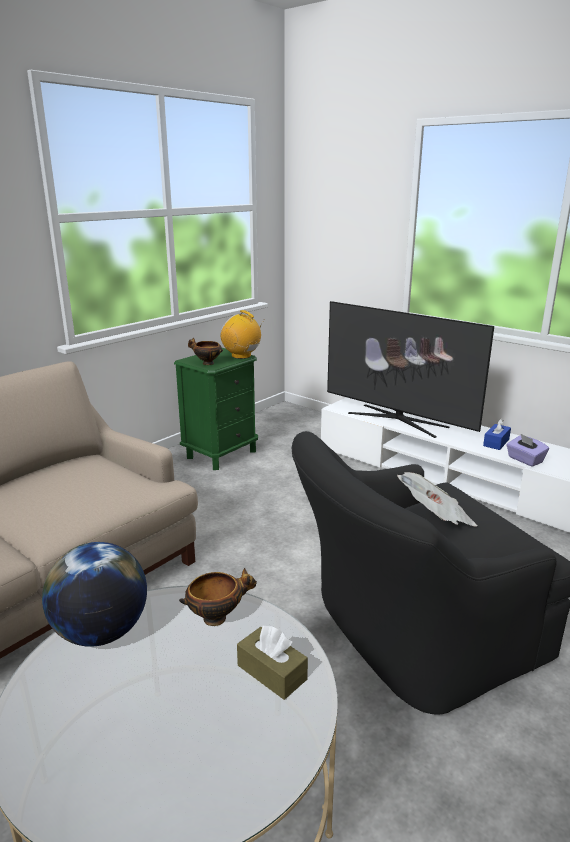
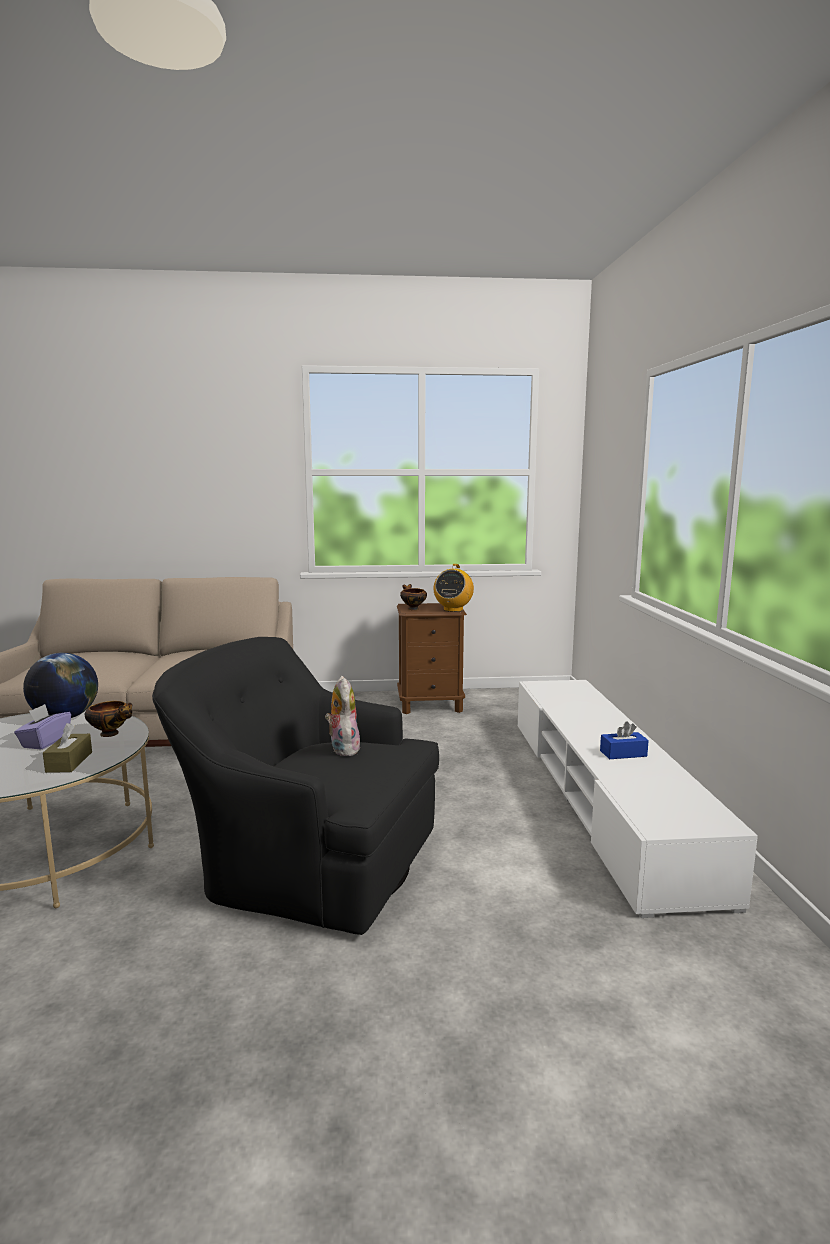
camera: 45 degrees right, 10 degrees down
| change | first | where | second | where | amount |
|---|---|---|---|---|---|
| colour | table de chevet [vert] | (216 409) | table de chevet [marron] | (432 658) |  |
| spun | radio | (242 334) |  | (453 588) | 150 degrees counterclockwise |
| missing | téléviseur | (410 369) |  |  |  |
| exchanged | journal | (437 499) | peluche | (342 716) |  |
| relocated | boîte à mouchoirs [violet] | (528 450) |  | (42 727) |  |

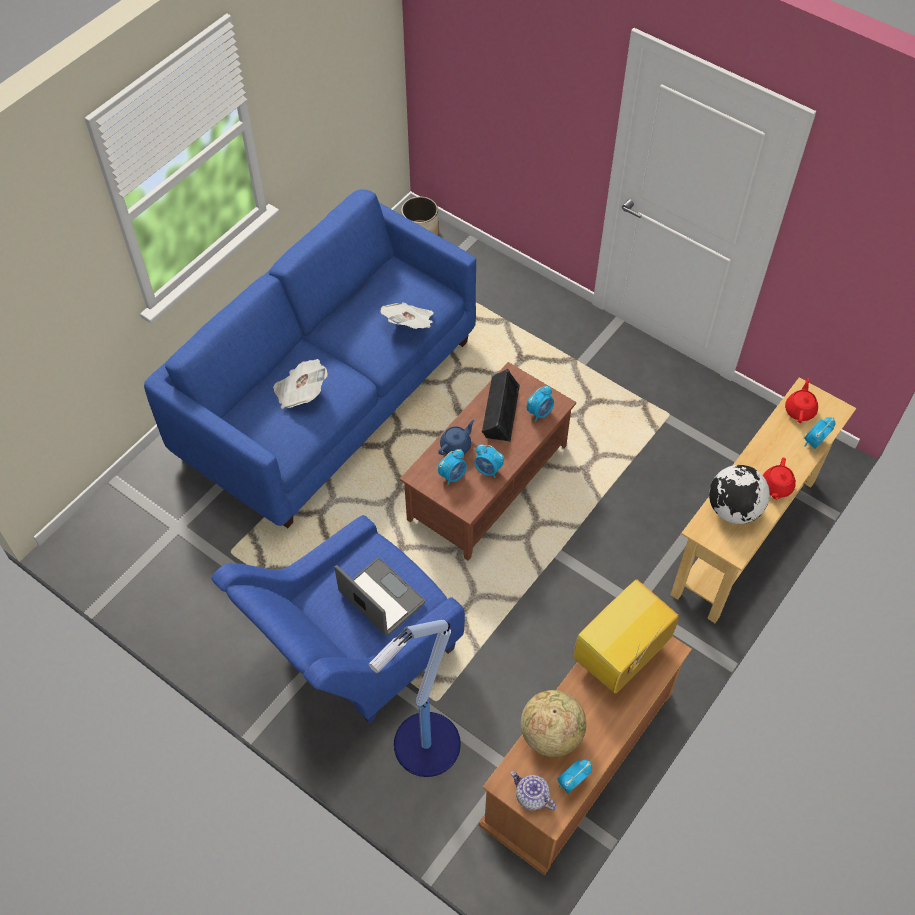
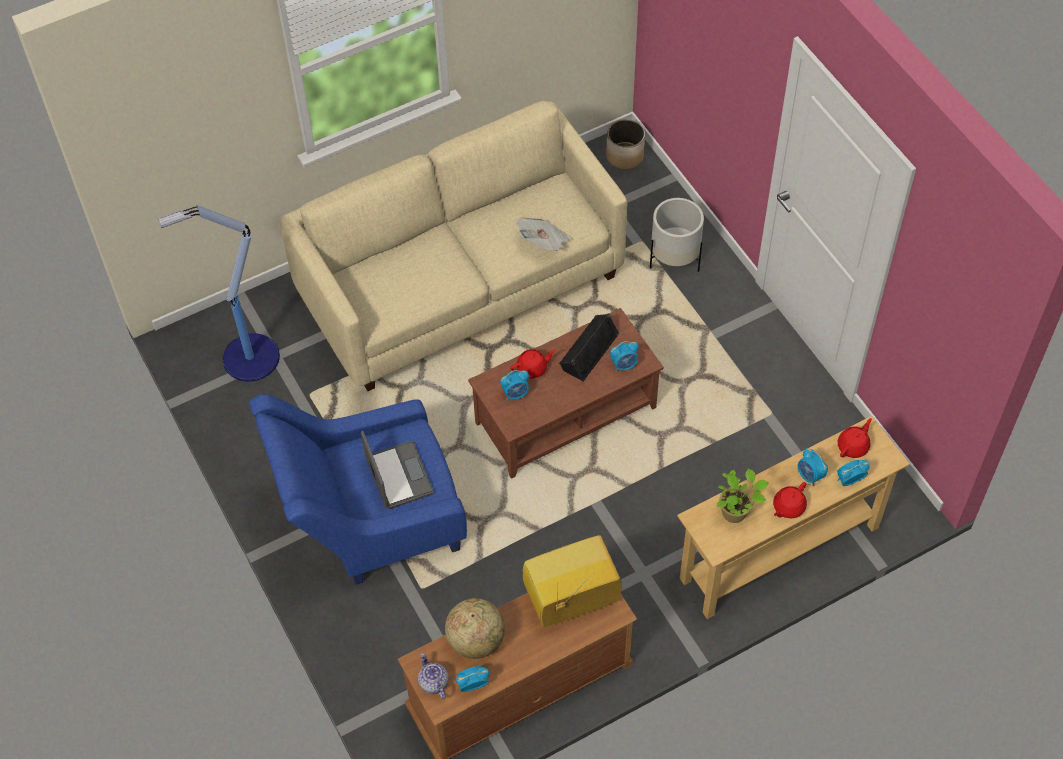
camera: 25 degrees right, 0 degrees up
| change | first | where | second | where | amount |
|---|---|---|---|---|---|
| colour | canapé [bleu] | (310 359) | canapé [beige] | (453 246) |  |
| missing | journal | (300 384) |  |  |  |
| relocated | lampadaire | (415 698) |  | (219 293) |  |
| colour | théière [bleu] | (456 437) | théière [rouge] | (533 363) |  |
| relocated | réveil | (489 461) |  | (813 467) |  |
| exchanged | globe | (739 494) | plante en pot | (743 496) |  |
| appeared |  |  | cache-pot [blanc] | (677 235) |  |

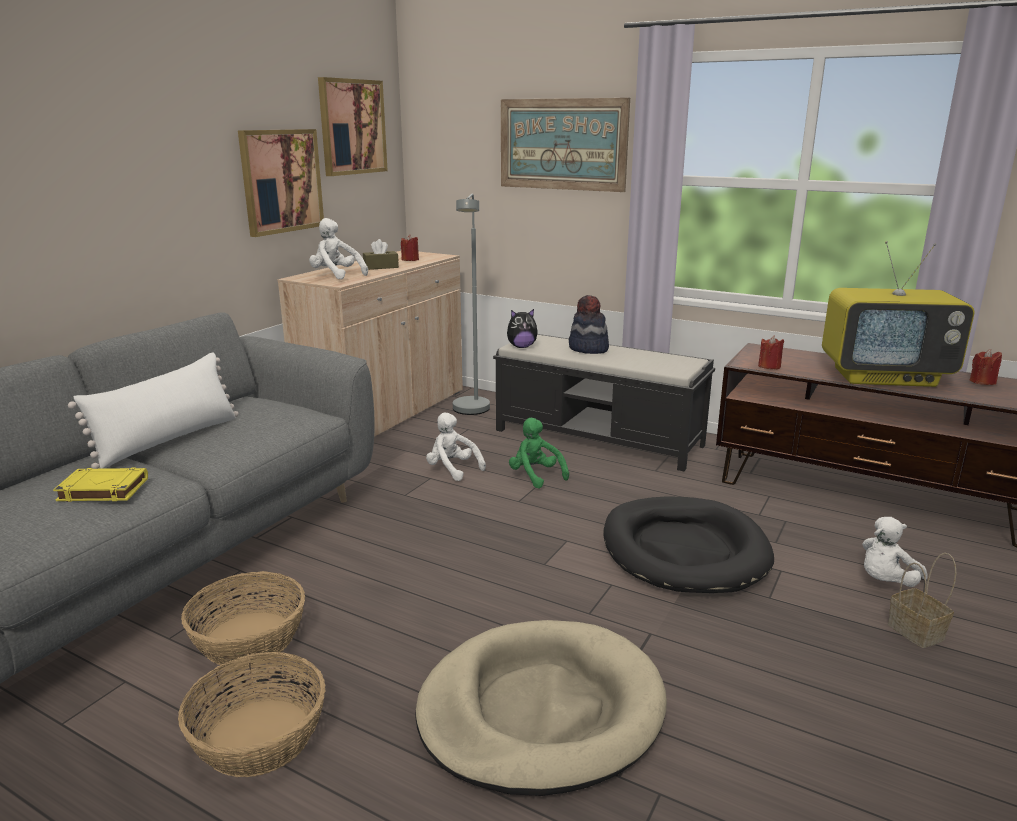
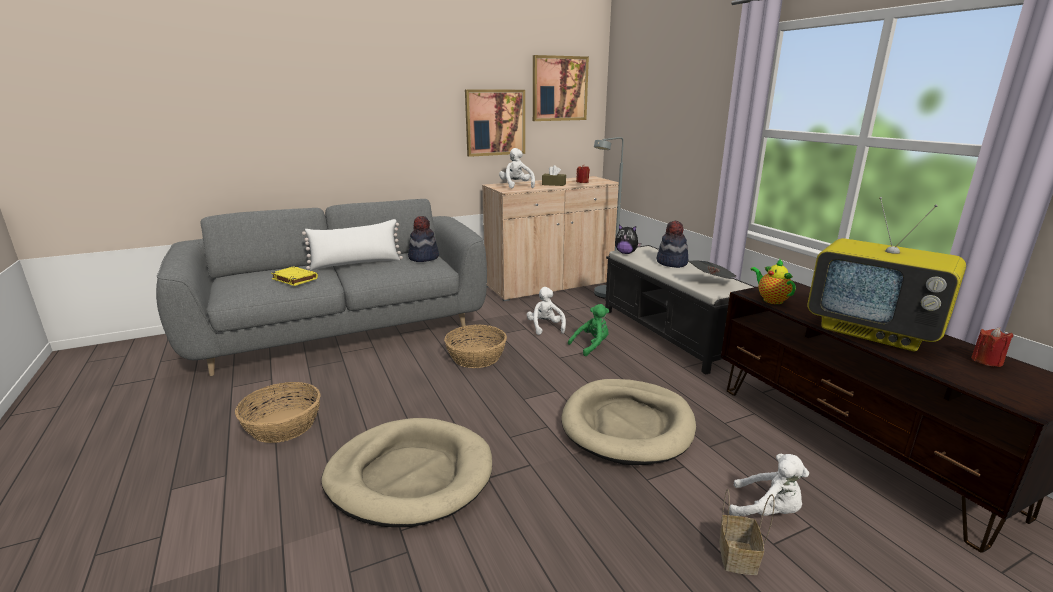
camera: 35 degrees right, 0 degrees up
| change | first | where | second | where | amount |
|---|---|---|---|---|---|
| relocated | panier | (243 619) |  | (475 346) |  |
| missing | tableau | (565 145) |  |  |  |
| spun | peluche [vert] | (539 453) |  | (588 330) | 60 degrees clockwise |
| colour | panier pour chien [noir] | (688 544) | panier pour chien [beige] | (629 422) |  |
| exchanged | bougie [rouge] | (771 352) | théière | (773 281) |  |
| spun | peluche [blanc] | (894 552) |  | (769 485) | 150 degrees counterclockwise |
| appeared |  |  | chapeau | (423 239) |  |
| appeared |  |  | journal | (712 269) |  |

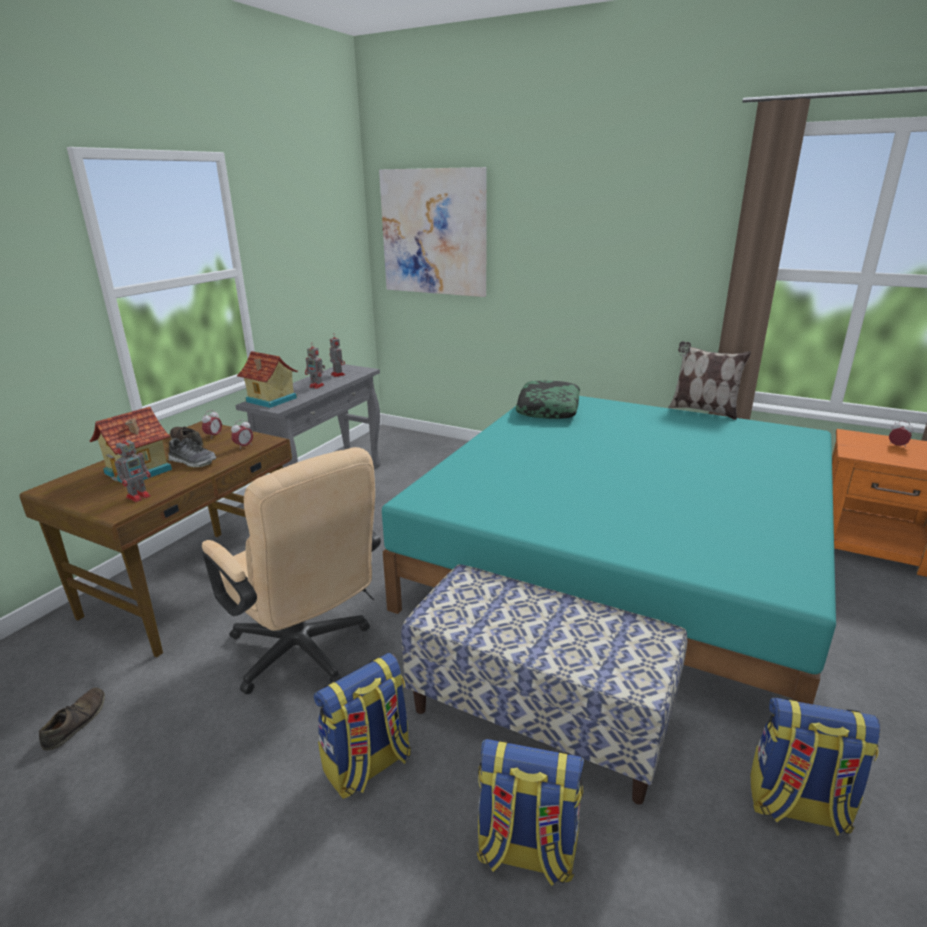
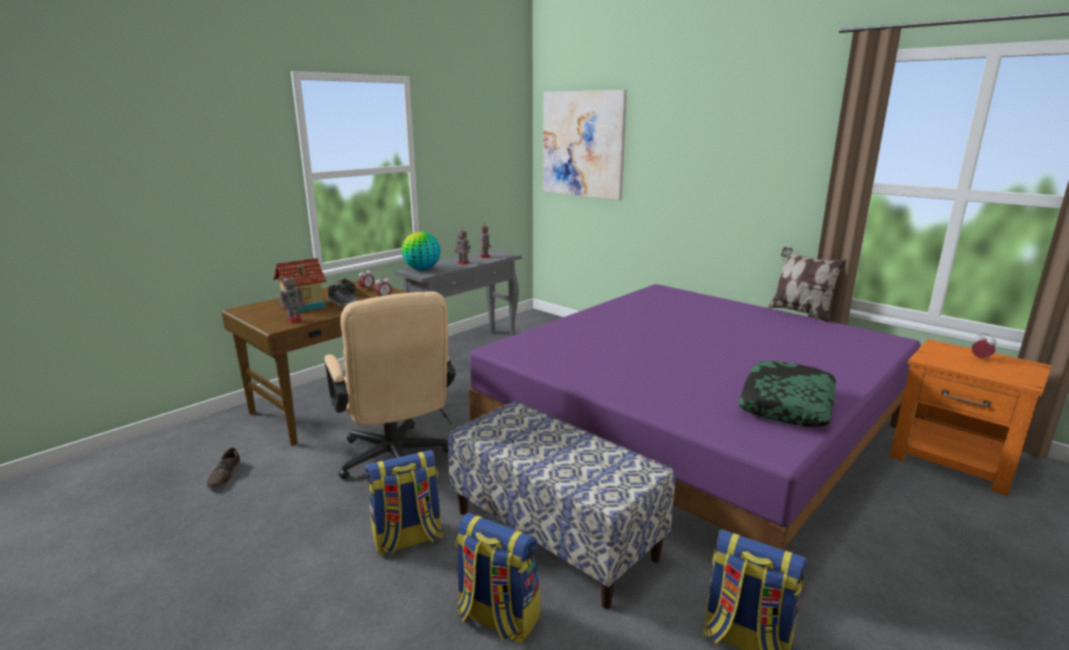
camera: 15 degrees right, 5 degrees down
| change | first | where | second | where | amount |
|---|---|---|---|---|---|
| spun | chaussure [marron] | (72 719) |  | (223 468) | 150 degrees clockwise |
| exchanged | maison miniature | (267 379) | globe | (421 250) |  |
| colour | lit [turquoise] | (609 550) | lit [violet] | (695 417) |  |
| relocated | coussin | (547 399) |  | (787 394) |  |

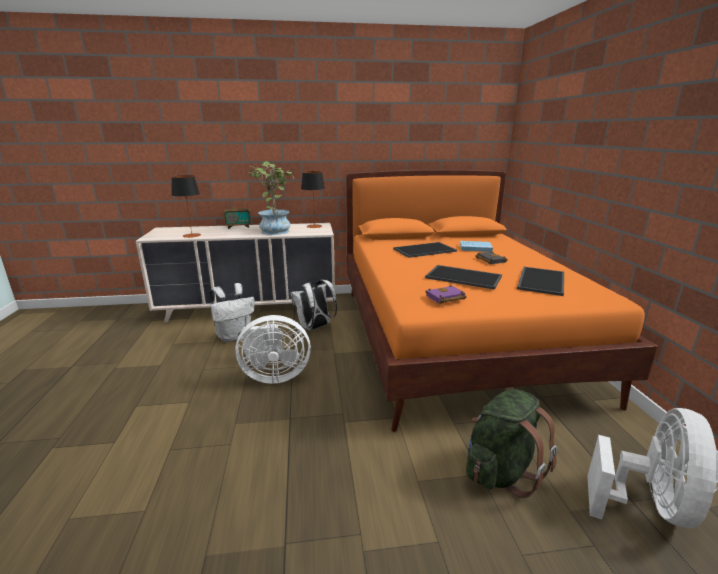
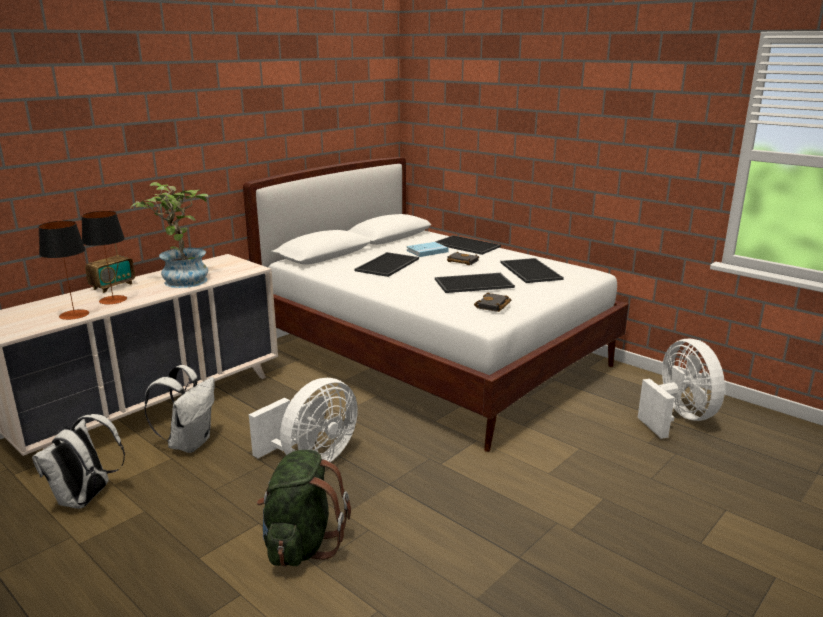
camera: 40 degrees left, 0 degrees up
| change | first | where | second | where | amount |
|---|---|---|---|---|---|
| relocated | sac à dos [blanc] | (313 305) |  | (78 461) |  |
| relocated | lampe de table | (313 199) |  | (104 257) |  |
| colour | lit [orange] | (502 301) | lit [blanc] | (436 304) |  |
| colour | livre [violet] | (445 294) | livre [noir] | (492 302) |  |
| relocated | sac à dos [vert] | (511 443) |  | (304 508) |  |
| appeared |  |  | plateau | (468 245) |  |

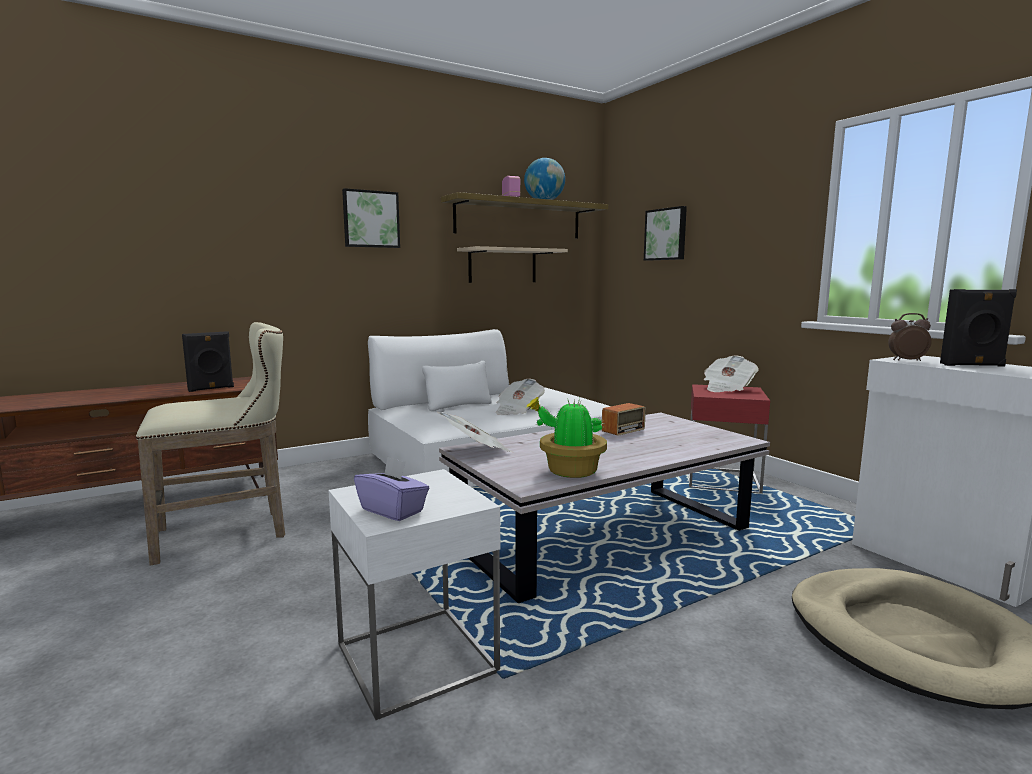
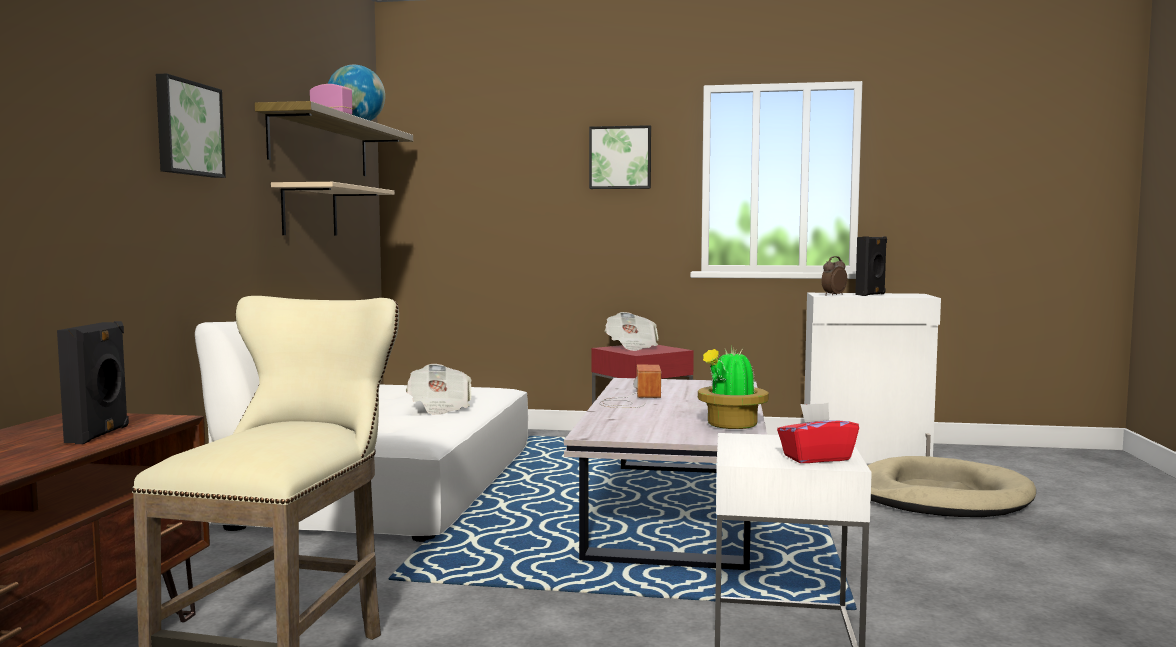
camera: 50 degrees left, 5 degrees down
| change | first | where | second | where | amount |
|---|---|---|---|---|---|
| colour | boîte à mouchoirs [violet] | (391 489) | boîte à mouchoirs [rouge] | (818 433) |  |
| missing | journal | (475 432) |  |  |  |
| relocated | tableau | (665 233) |  | (620 157) |  |

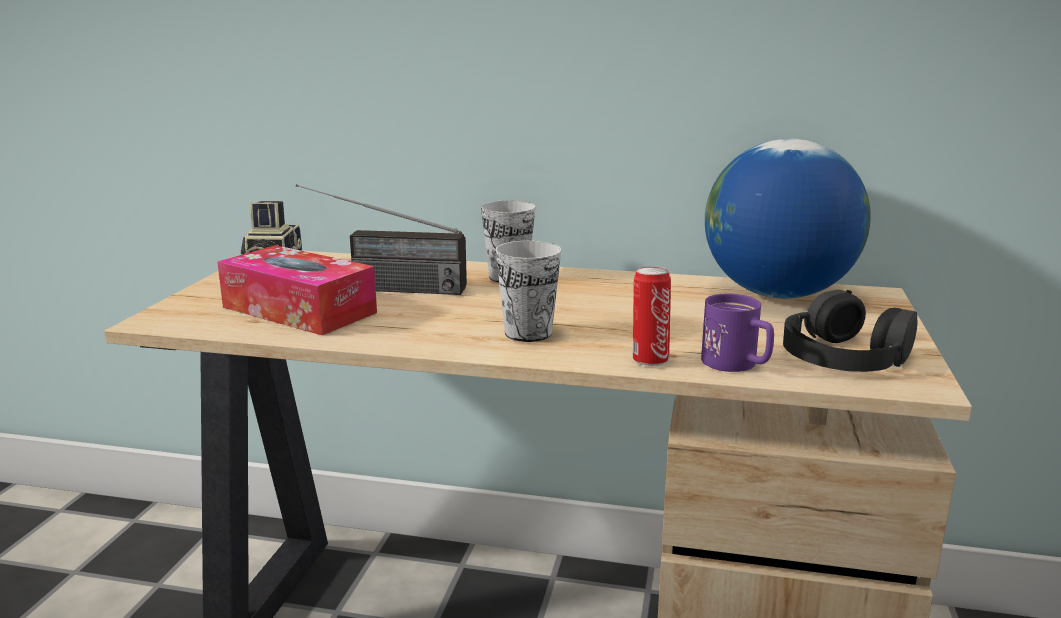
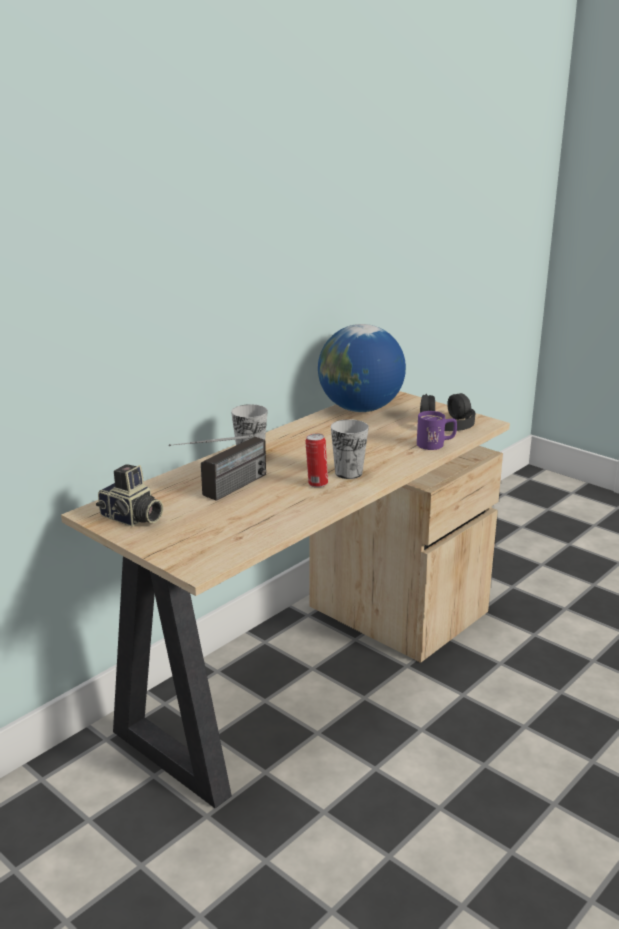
camera: 60 degrees left, 5 degrees up
| change | first | where | second | where | amount |
|---|---|---|---|---|---|
| missing | boîte à mouchoirs | (297 290) |  |  |  |
| relocated | boîte métallique | (652 316) |  | (316 460) |  |

